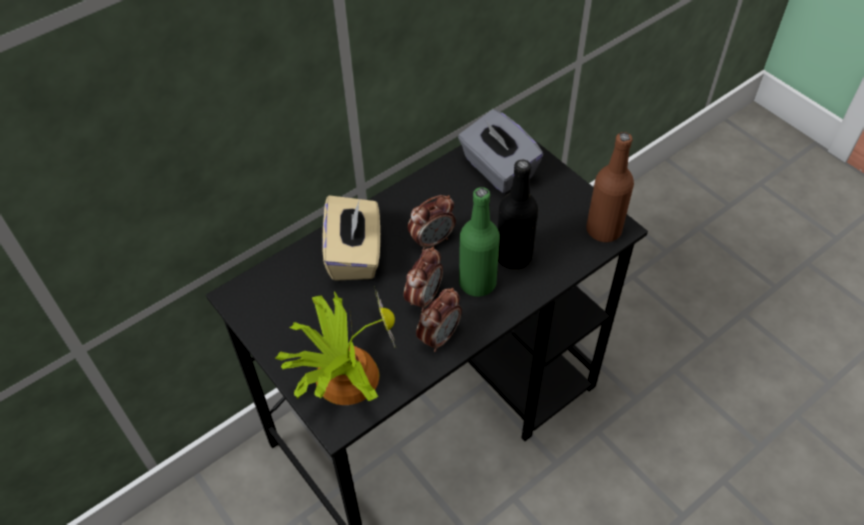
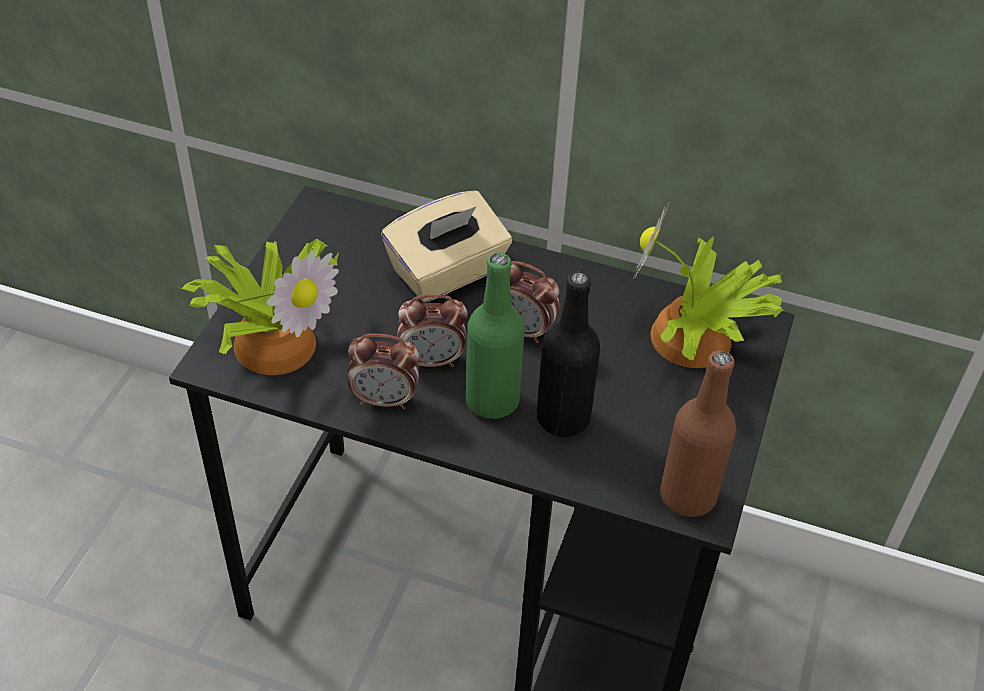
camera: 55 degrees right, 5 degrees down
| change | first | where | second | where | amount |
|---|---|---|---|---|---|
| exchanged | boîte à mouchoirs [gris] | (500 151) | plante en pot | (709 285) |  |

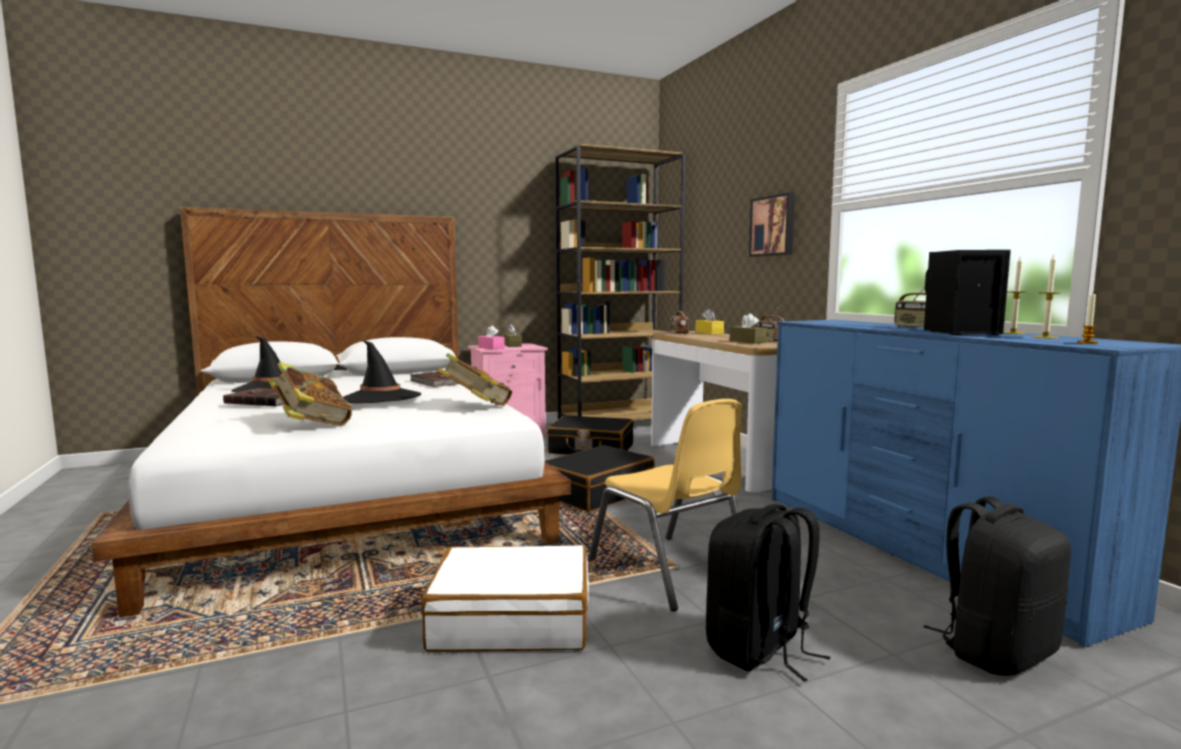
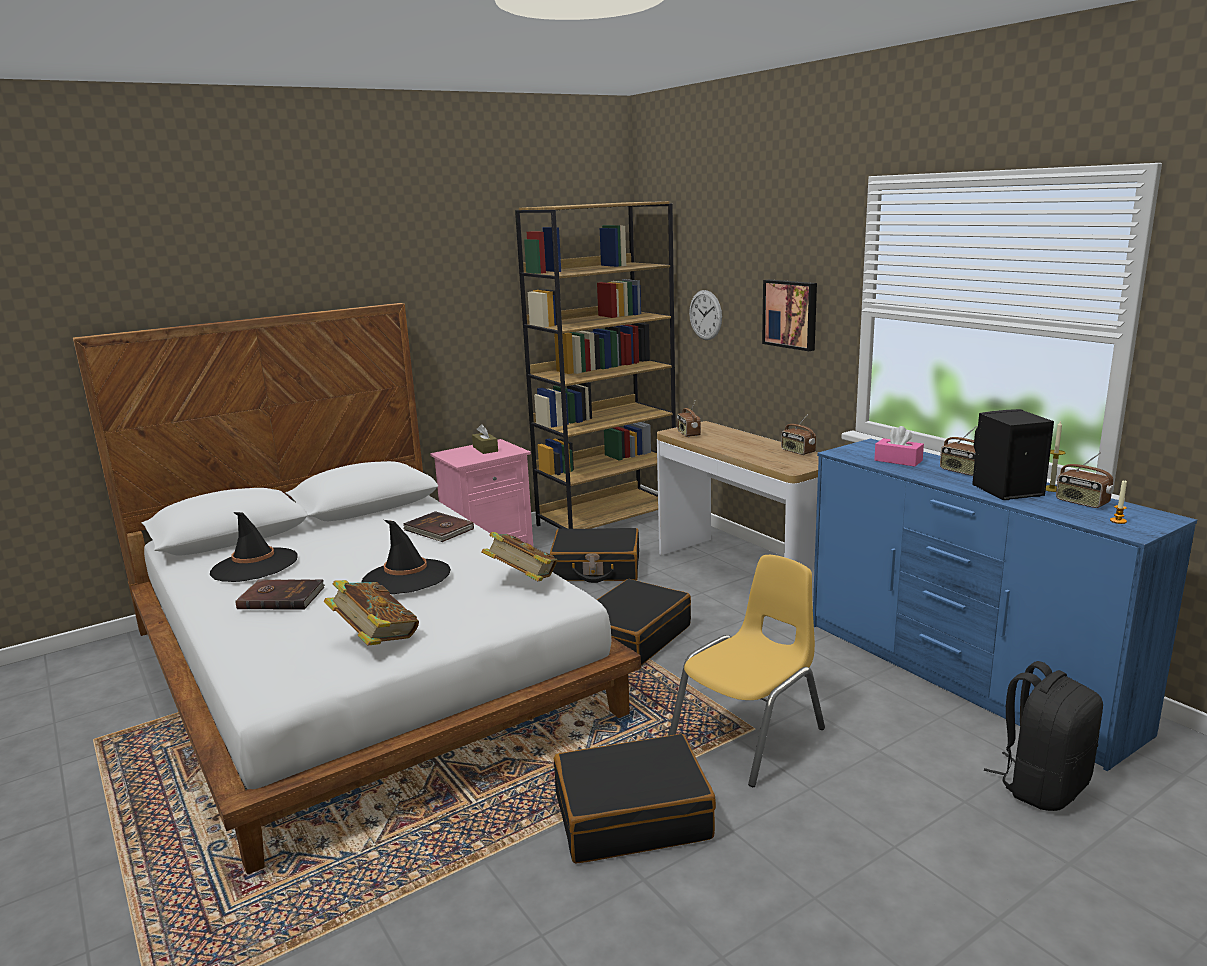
camera: 10 degrees left, 10 degrees up
| change | first | where | second | where | amount |
|---|---|---|---|---|---|
| colour | valise [blanc] | (505 598) | valise [noir] | (635 799) |  |
| relocated | boîte à mouchoirs [rose] | (491 337) |  | (899 446) |  |
| spun | chaise [jaune] | (665 505) |  | (747 671) | 90 degrees counterclockwise |
| missing | boîte à mouchoirs [jaune] | (709 322) |  |  |  |
| missing | sac à dos [noir] | (768 593) |  |  |  |
| missing | boîte à mouchoirs [marron] | (748 328) |  |  |  |
| exchanged | bougie | (1046 296) | radio | (1085 480) |  |
| appeared |  |  | horloge murale | (705 315) |  |

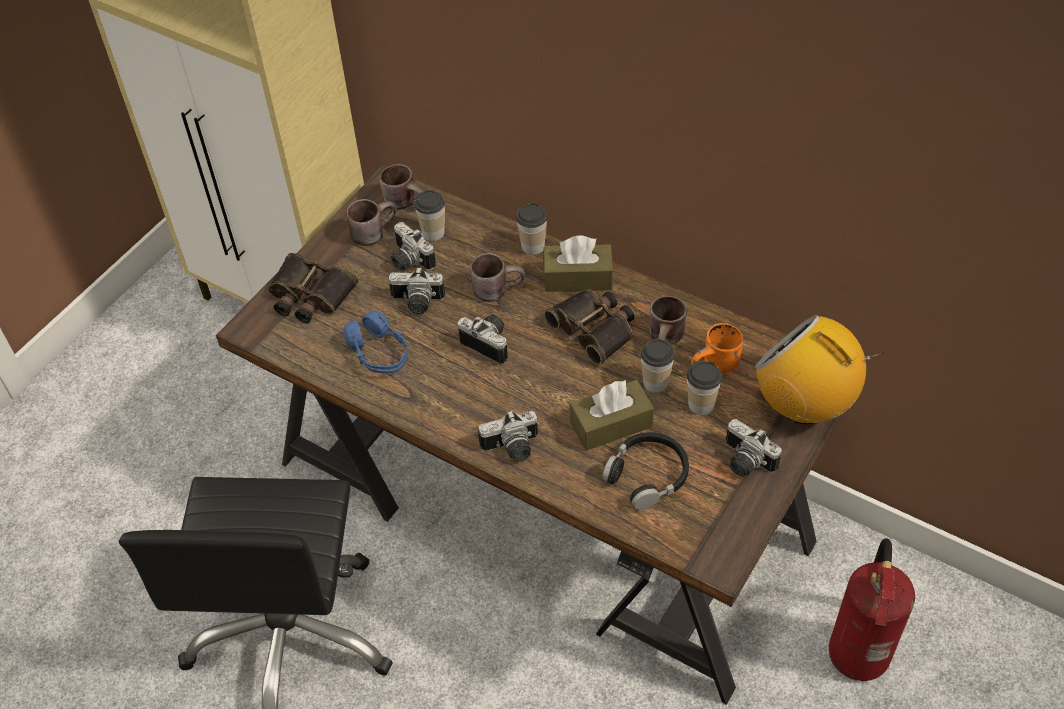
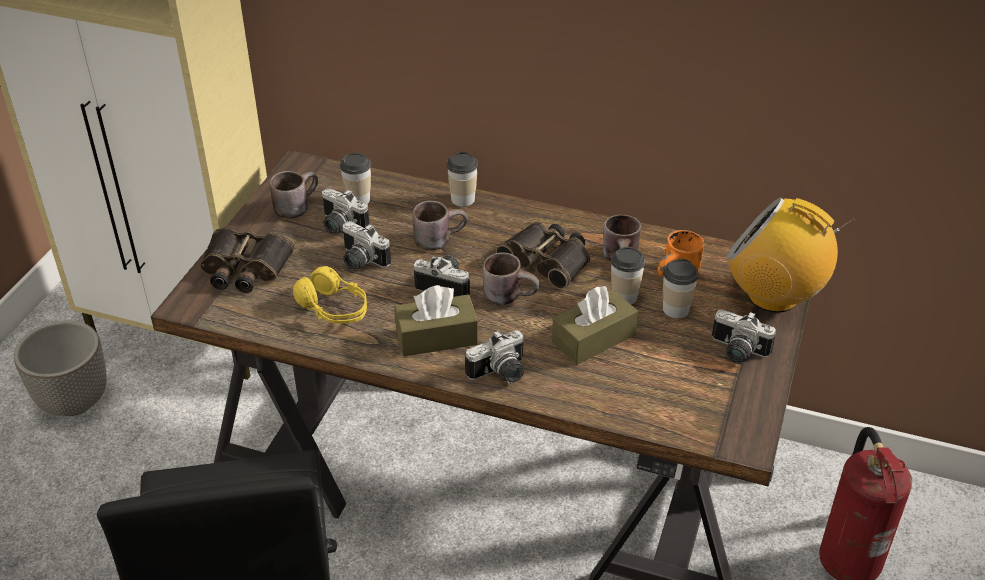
camera: 15 degrees left, 10 degrees down
| change | first | where | second | where | amount |
|---|---|---|---|---|---|
| colour | casque audio [bleu] | (375 342) | casque audio [jaune] | (330 295) |  |
| relocated | mug [marron] | (401 187) |  | (511 278) |  |
| spun | appareil photo | (417 291) |  | (366 245) | 45 degrees clockwise |
| relocated | boîte à mouchoirs [marron] | (578 263) |  | (436 320) |  |
| missing | casque audio [noir] | (645 471) |  |  |  |
| appeared |  |  | cache-pot | (60 368) |  |

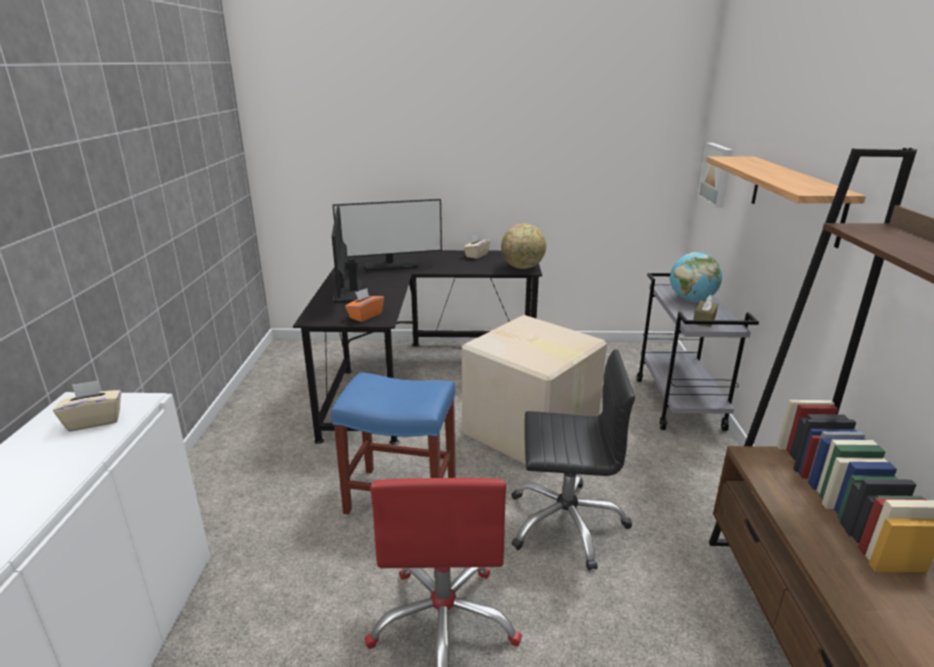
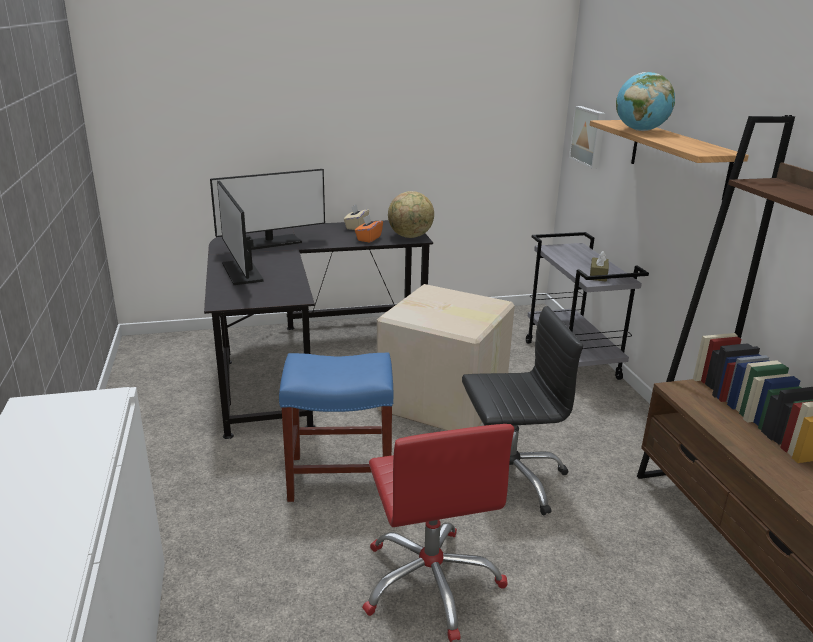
camera: 15 degrees left, 0 degrees up
| change | first | where | second | where | amount |
|---|---|---|---|---|---|
| missing | boîte à mouchoirs [beige] | (87 405) |  |  |  |
| relocated | boîte à mouchoirs [orange] | (364 305) |  | (369 228) |  |
| relocated | globe | (696 277) |  | (645 101) |  |

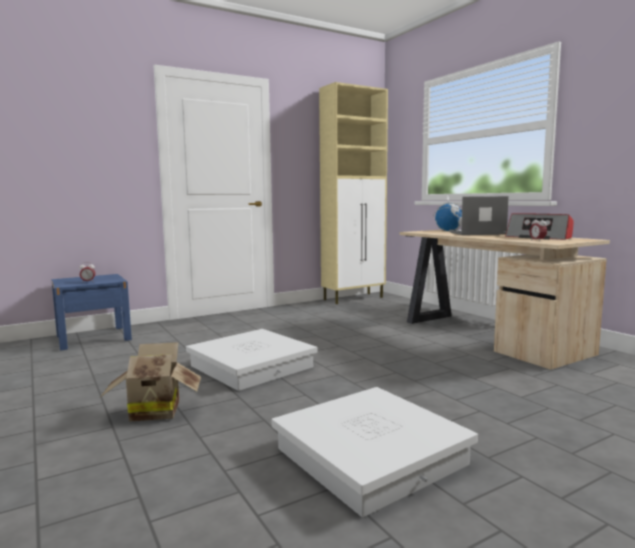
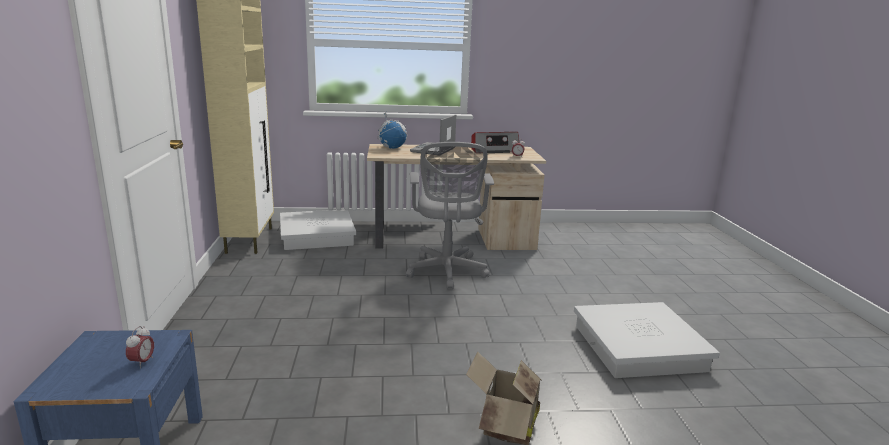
camera: 65 degrees left, 10 degrees up
| change | first | where | second | where | amount |
|---|---|---|---|---|---|
| relocated | boîte de rangement [blanc] | (251 360) |  | (318 230) |  |
| appeared |  |  | chaise de bureau [gris] | (450 215) |  |

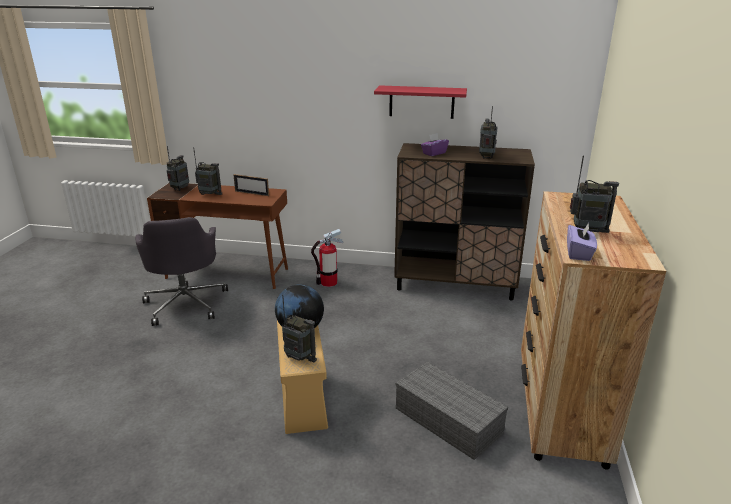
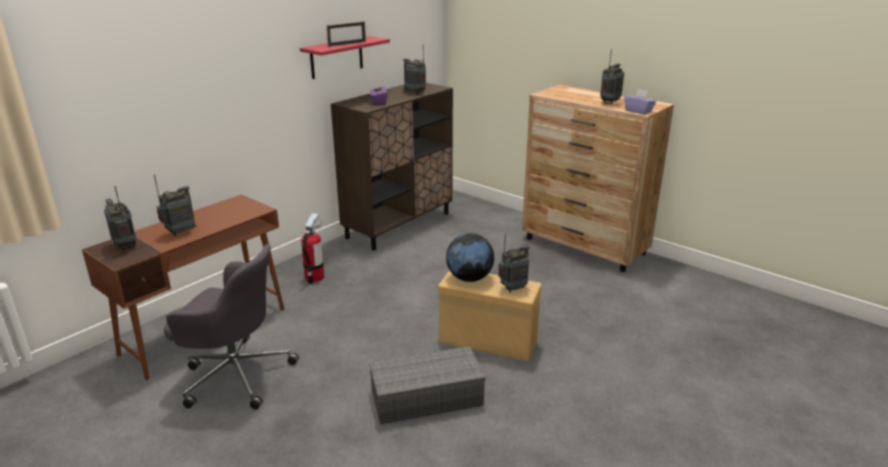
camera: 60 degrees left, 0 degrees up
| change | first | where | second | where | amount |
|---|---|---|---|---|---|
| relocated | cadre photo | (251 185) |  | (346 34) |  |
| relocated | boîte de rangement [gris] | (451 411) |  | (427 385) |  |

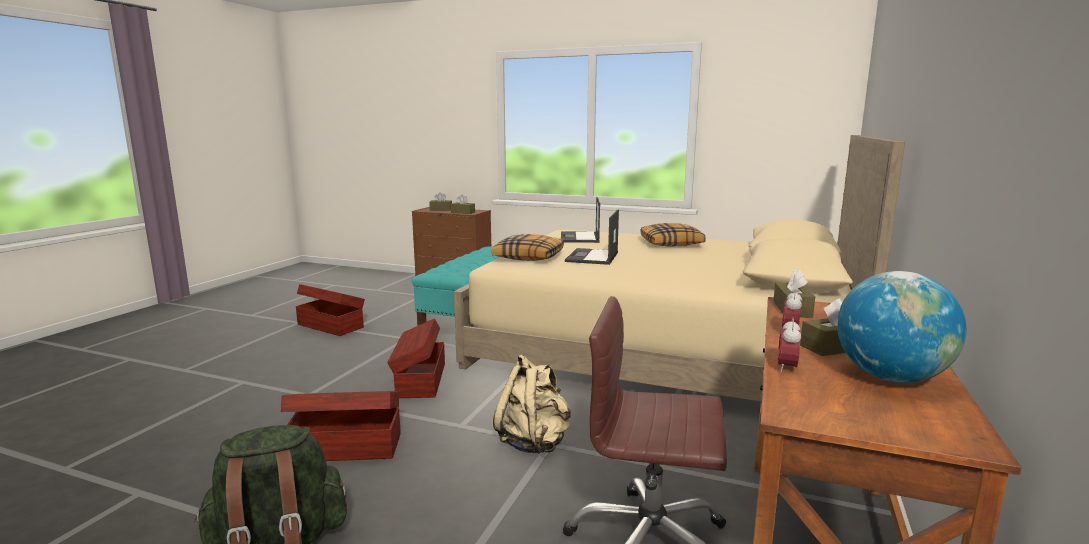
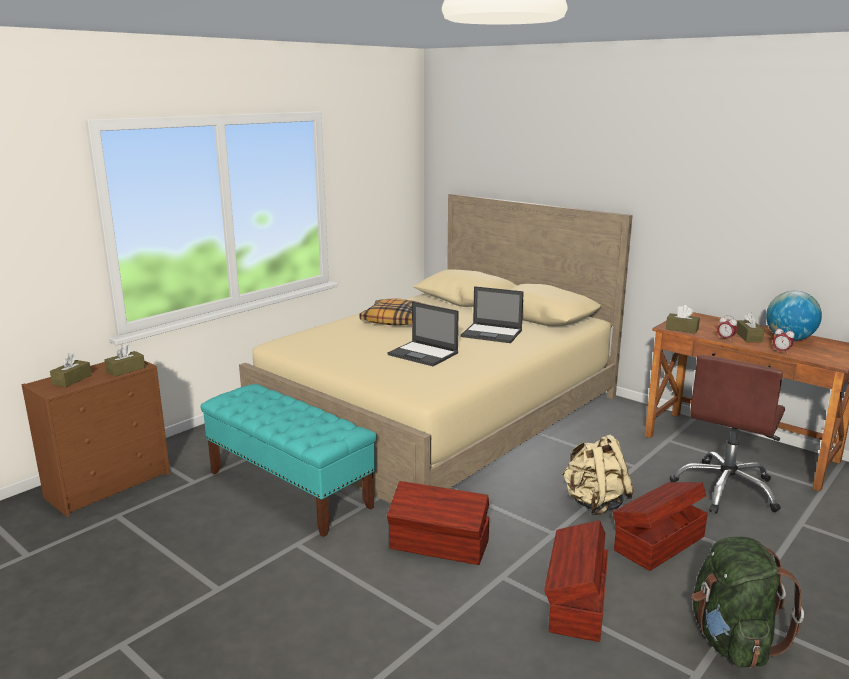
camera: 70 degrees left, 5 degrees up
| change | first | where | second | where | amount |
|---|---|---|---|---|---|
| relocated | boîte de rangement [marron] | (330 310) |  | (660 526) |  |
| missing | coussin | (528 247) |  |  |  |
| relocated | ordinateur portable | (580 220) |  | (492 314) |  |

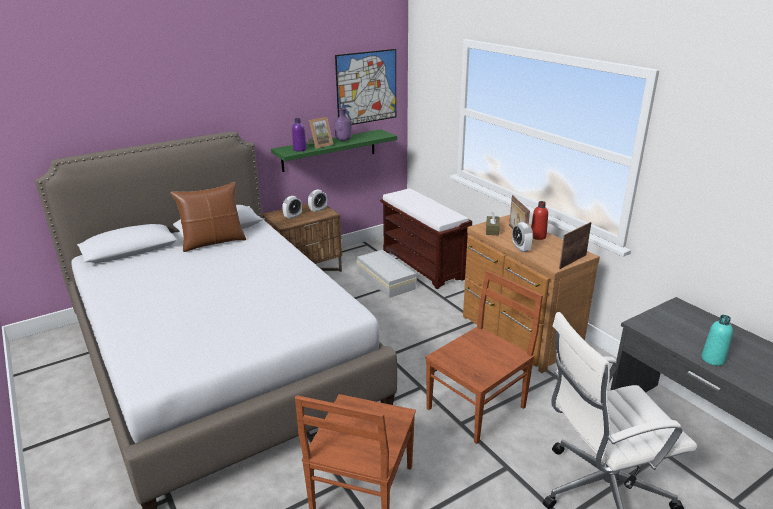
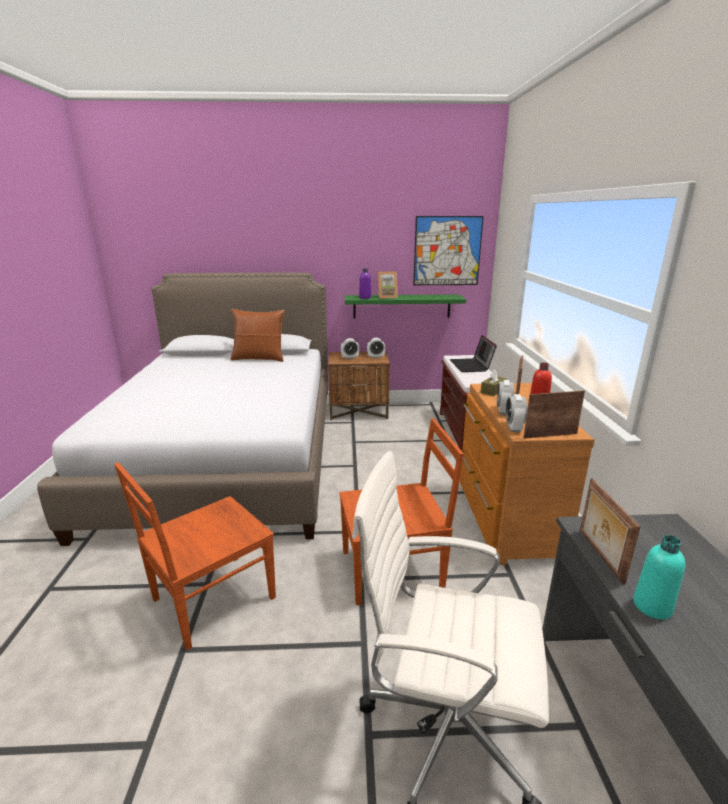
camera: 30 degrees right, 5 degrees down
| change | first | where | second | where | amount |
|---|---|---|---|---|---|
| missing | bouteille [violet] | (343 124) |  |  |  |
| missing | boîte de rangement [blanc] | (387 273) |  |  |  |
| appeared |  |  | ordinateur portable | (473 353) |  |
| appeared |  |  | réveil | (516 413) |  |
| appeared |  |  | cadre photo | (610 531) |  |

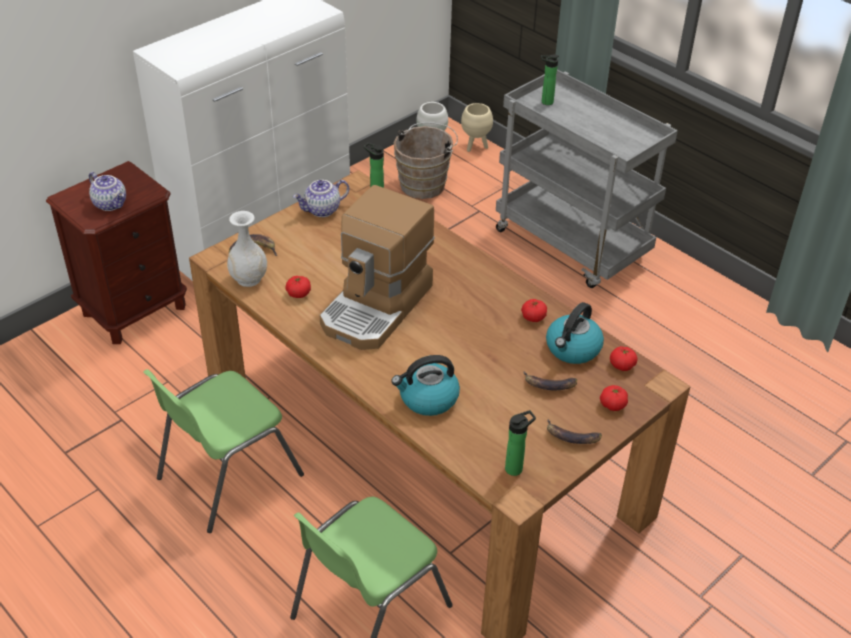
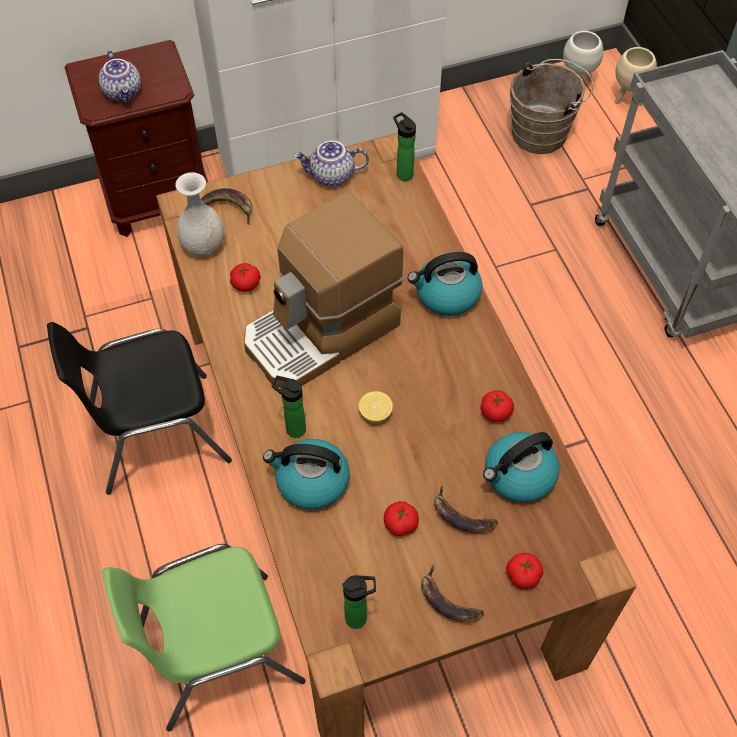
camera: 25 degrees right, 15 degrees up
| change | first | where | second | where | amount |
|---|---|---|---|---|---|
| colour | chaise [vert] | (223 451) | chaise [noir] | (139 408) |  |
| relocated | bouteille | (550 79) |  | (289 407) |  |
| relocated | tomate | (624 358) |  | (401 518) |  |
| appeared |  |  | citron | (375 407) |  |
| appeared |  |  | bouilloire | (445 284) |  |

